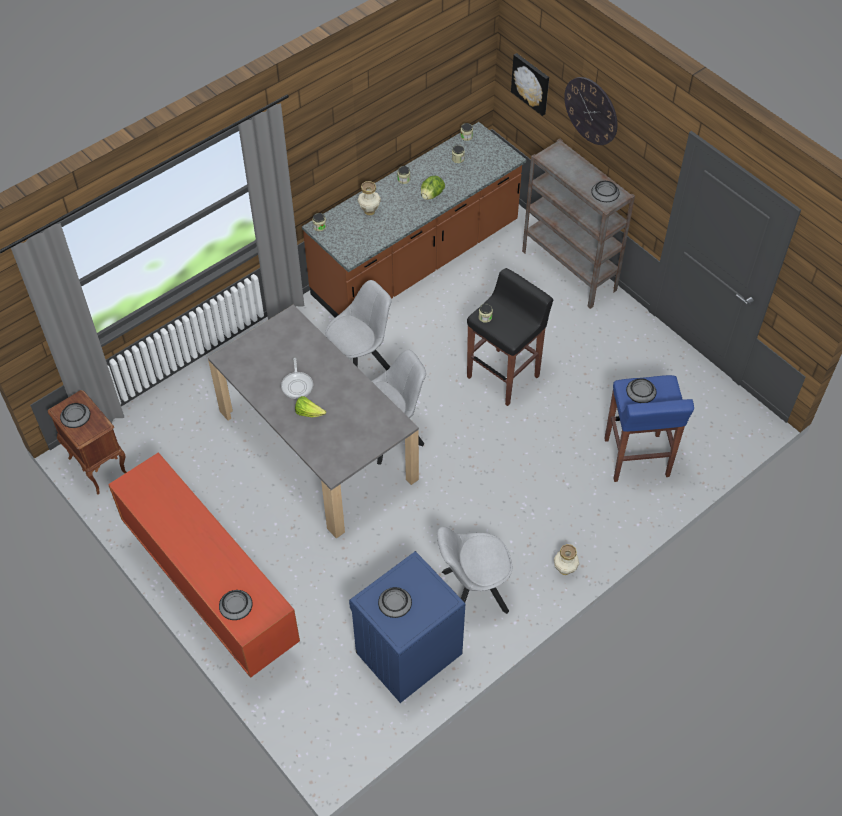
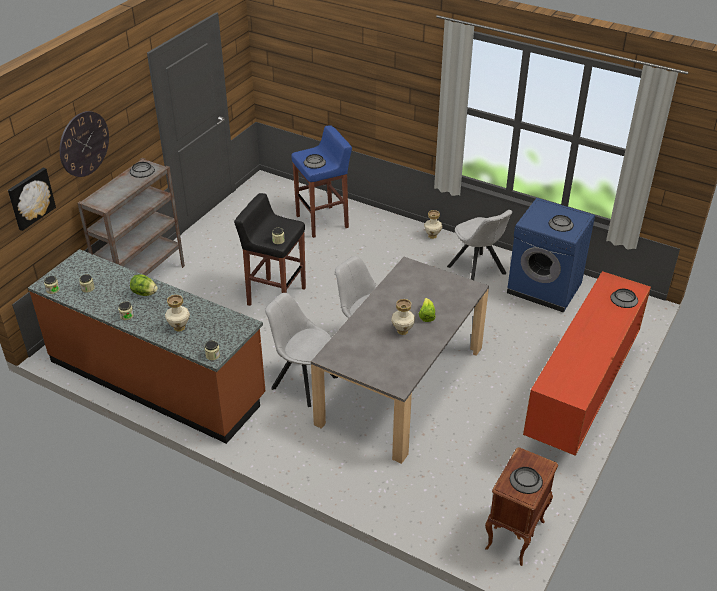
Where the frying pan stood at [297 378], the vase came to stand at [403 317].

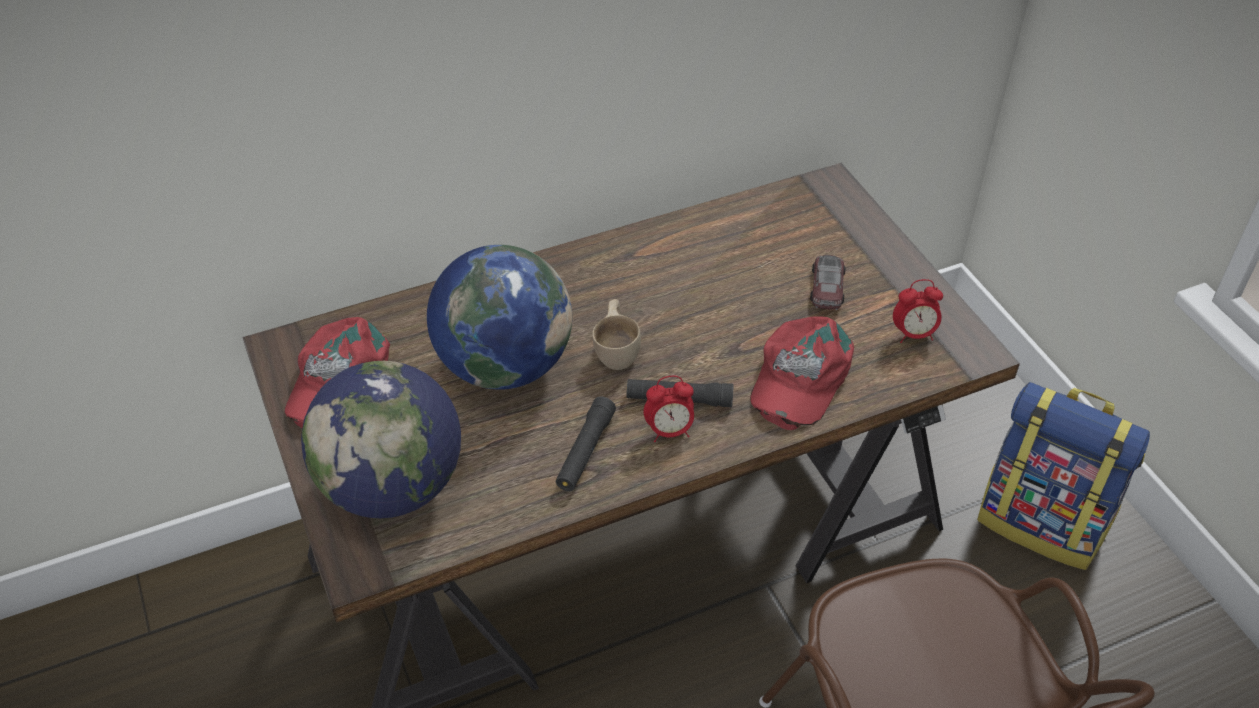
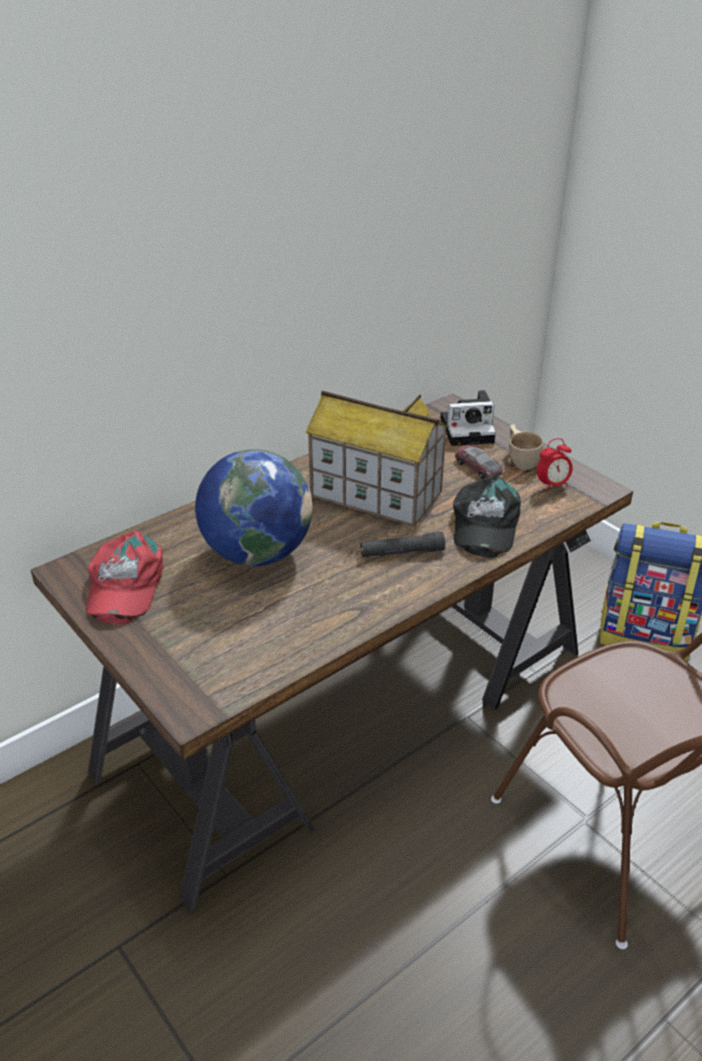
The second view gained the toy house at [377 459].
The second view gained the still camera at [468 418].
What was the reddish peaked cap at [802 373] turned into the black peaked cap at [487 517].
The model car at [827 282] ended up facing another way, 150 degrees clockwise from before.
The beige cup ended up elsewhere, having gone from [616 334] to [526 447].
The second view lost the desk globe at [381 439].
The second view lost the black torch at [586 444].
The second view lost the bedside clock at [668 409].

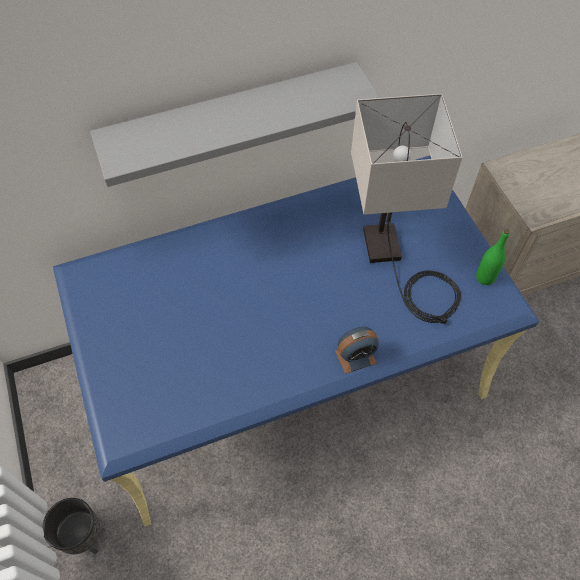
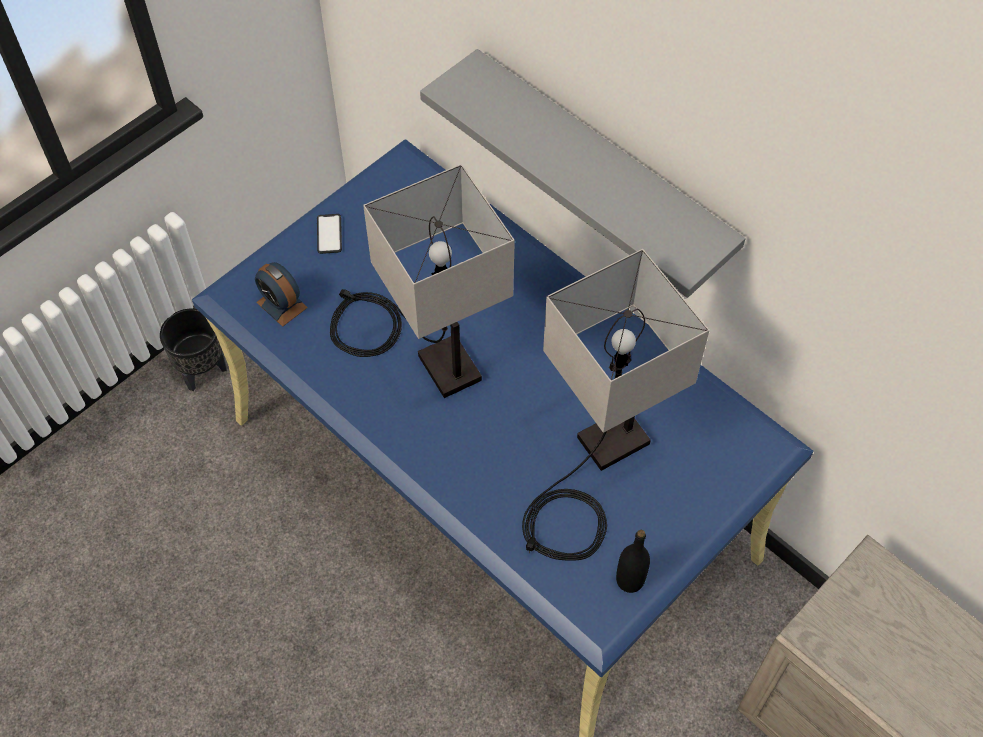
The bedside clock ended up elsewhere, having gone from [357 350] to [281 294].
The second view gained the phone at [329 234].
The second view gained the lamp for a table at [422 281].
What was the green-coloured bottle at [493 257] turned into the black bottle at [633 561].

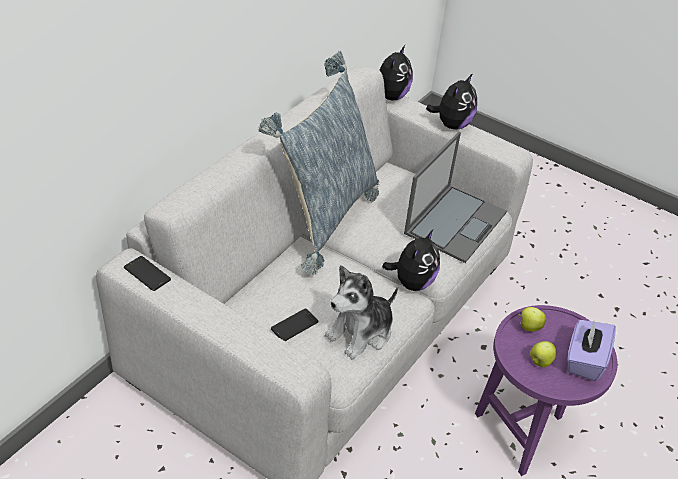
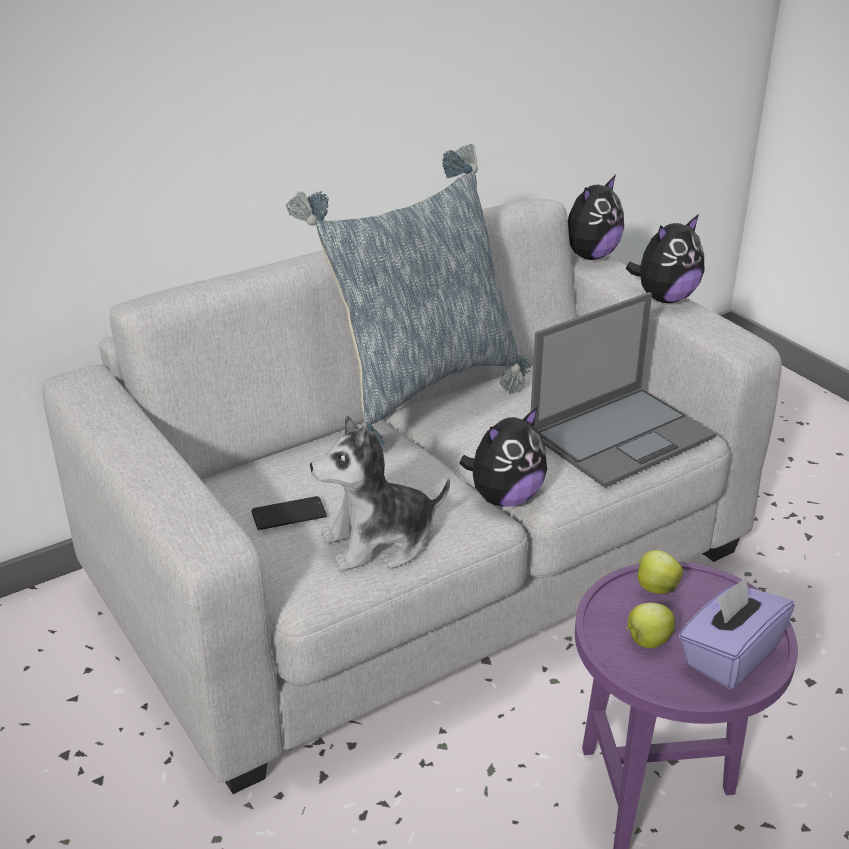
The second view lost the phone at [147 273].

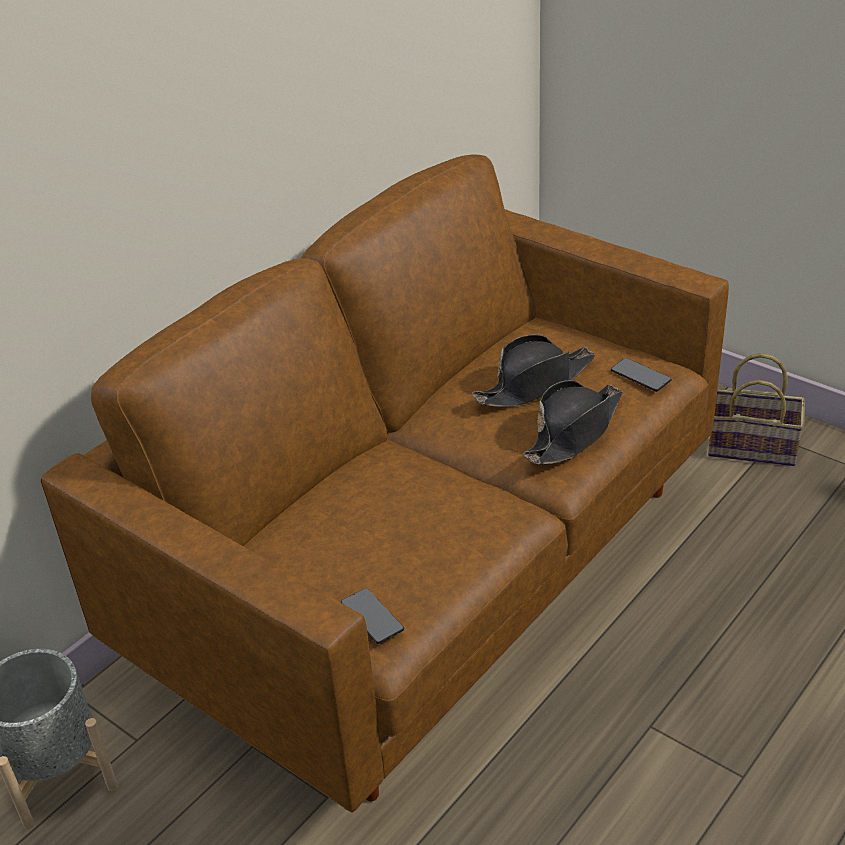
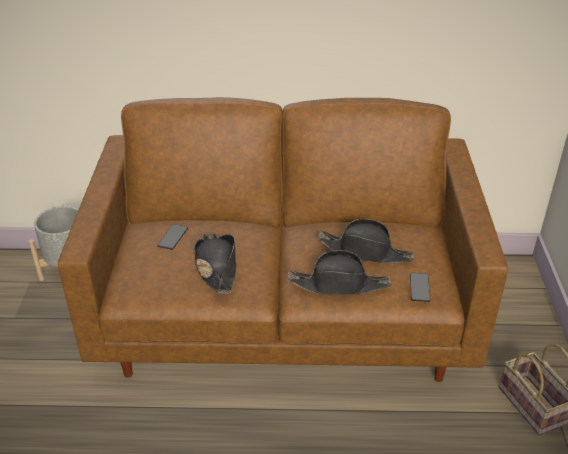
The phone ended up elsewhere, having gone from [372 616] to [173 237].
The second view gained the black clothing hat at [215 263].

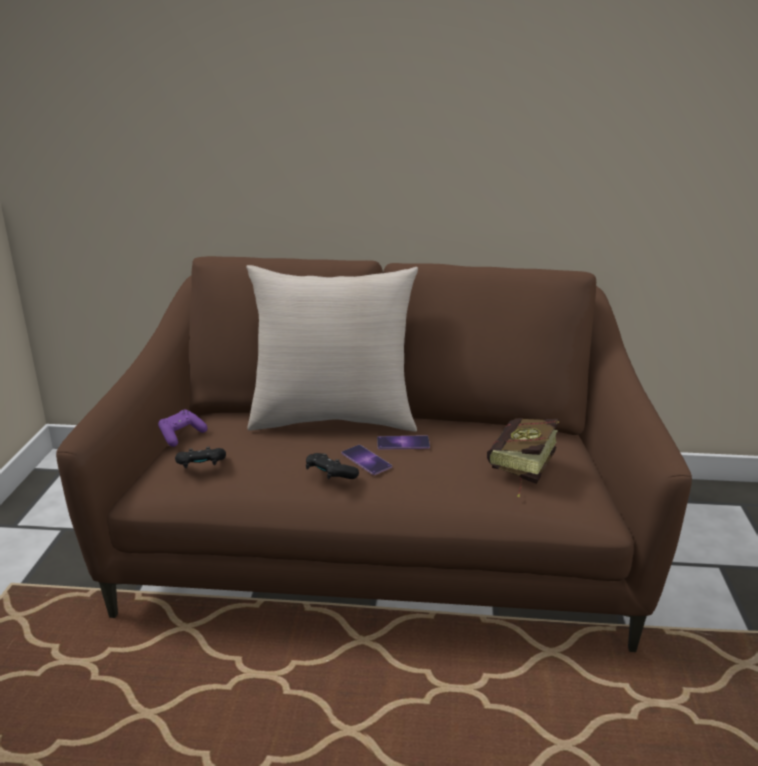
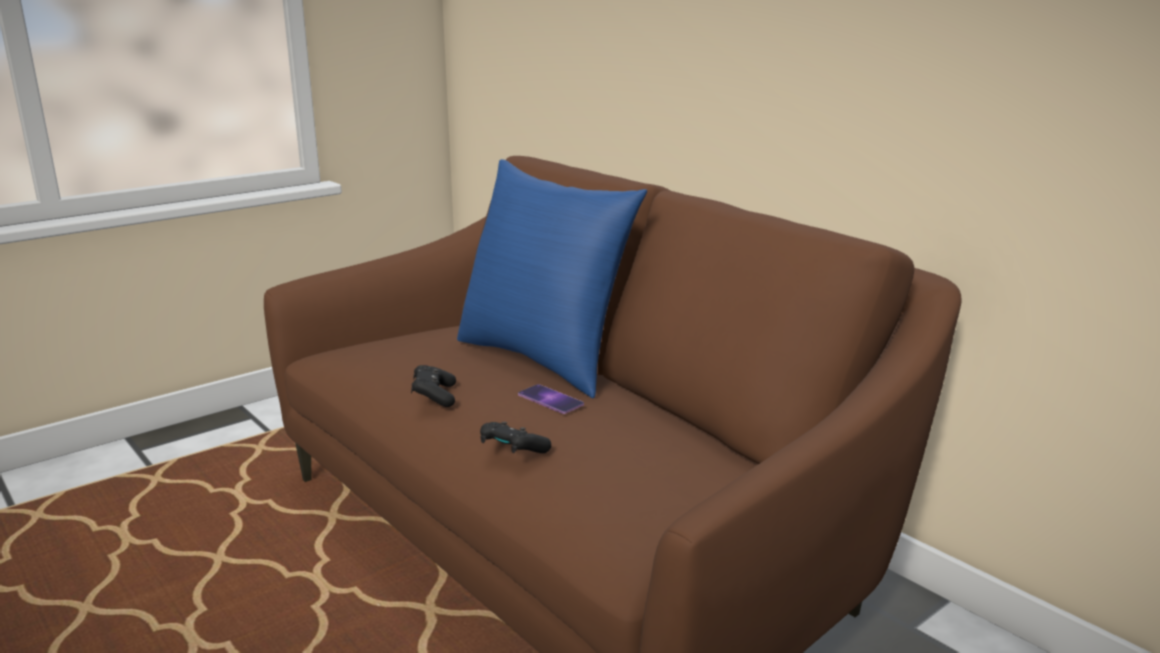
What was the beige cushion at [332 348] turned into the bluish cushion at [552 278].
The black gamepad ended up elsewhere, having gone from [200 457] to [515 437].
The second view lost the purple gamepad at [183 428].
The second view lost the phone at [367 460].
The second view lost the volume at [523 458].

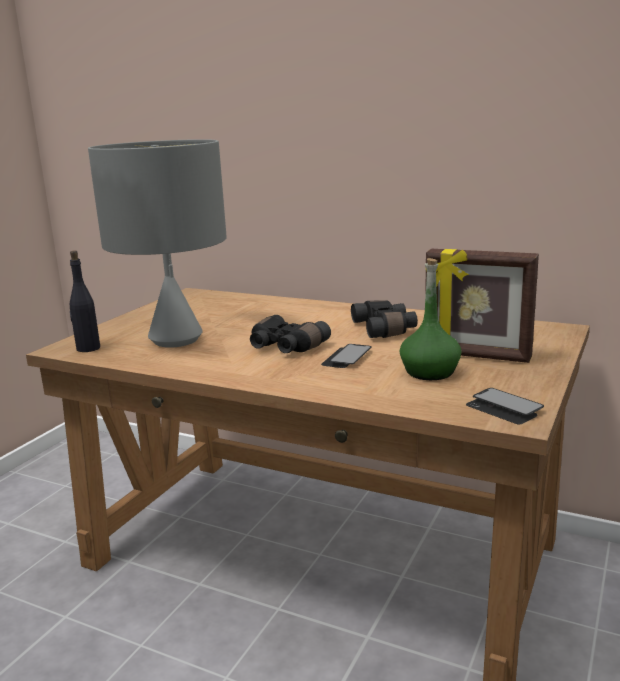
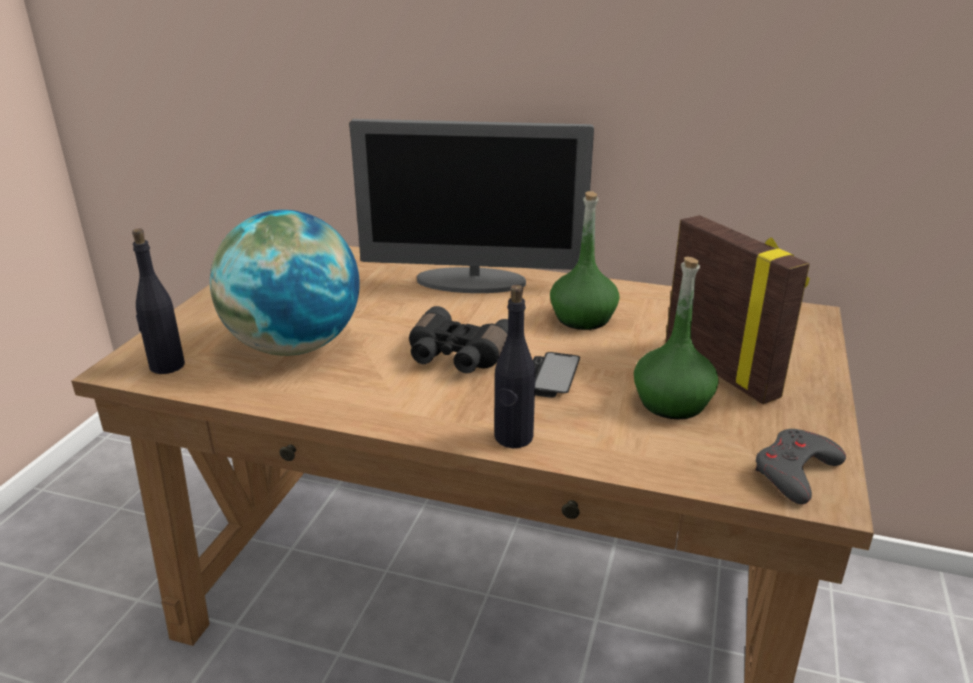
Where the grey lamp for a table stood at [157 243], the desk globe came to stand at [285 283].
The second view gained the monitor at [471 206].
The second view gained the black bottle at [515 366].
Where the black pair of binoculars stood at [384 319], the green-coloured bottle came to stand at [584 260].
The standing frame at [482 306] ended up facing another way, 135 degrees counterclockwise from before.
Where the phone stood at [505 406], the grey gamepad came to stand at [800 466].

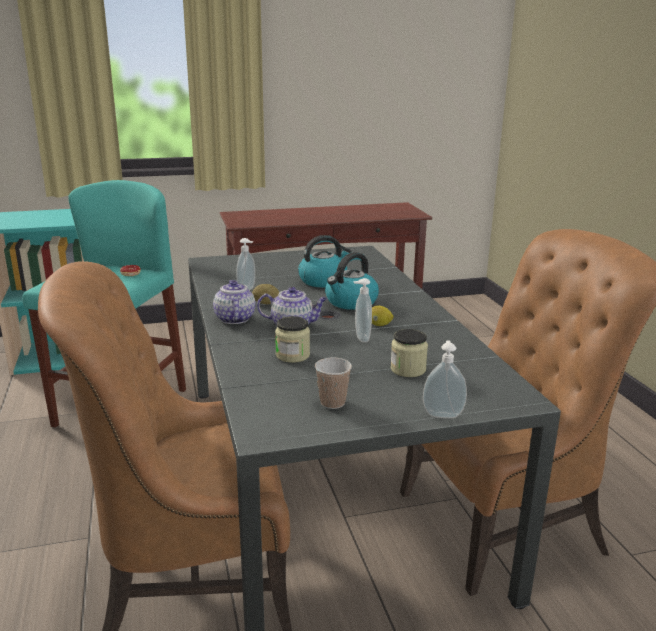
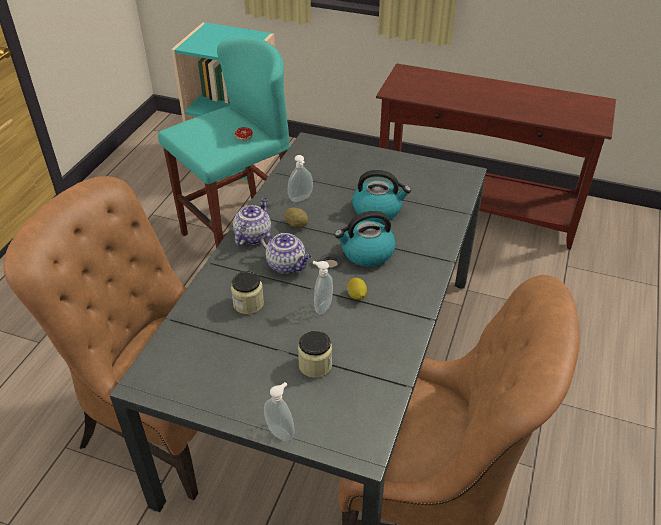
The second view lost the cup at [333 383].

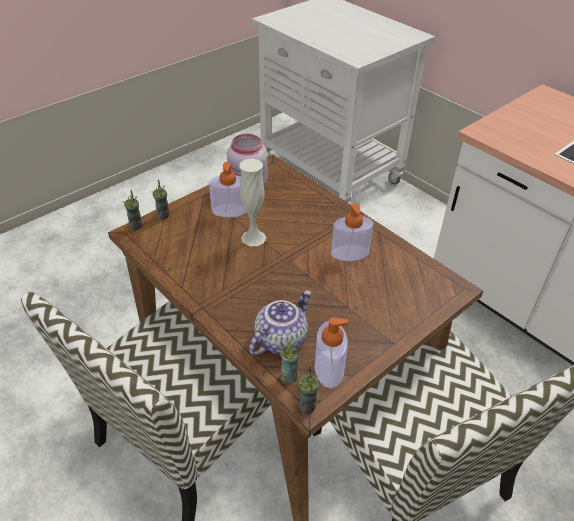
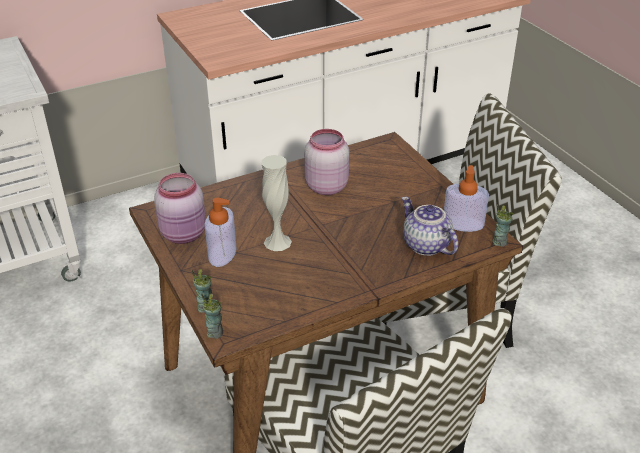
Where the soap dispenser stood at [352 232], the pink jar came to stand at [326 162].
The second view lost the cup at [289 362].

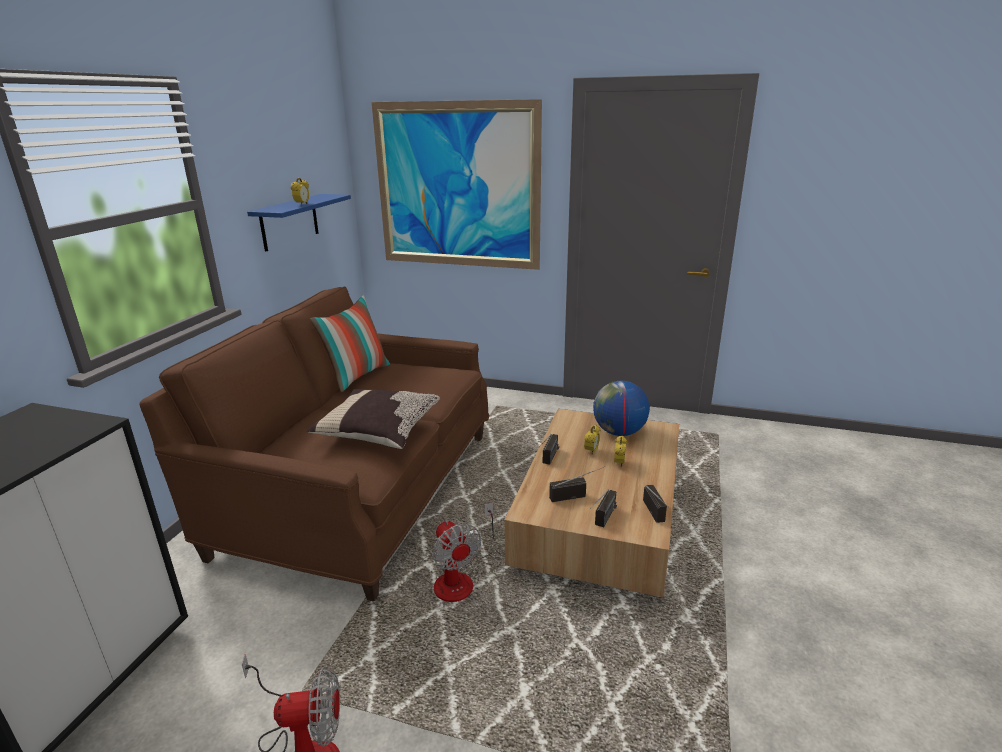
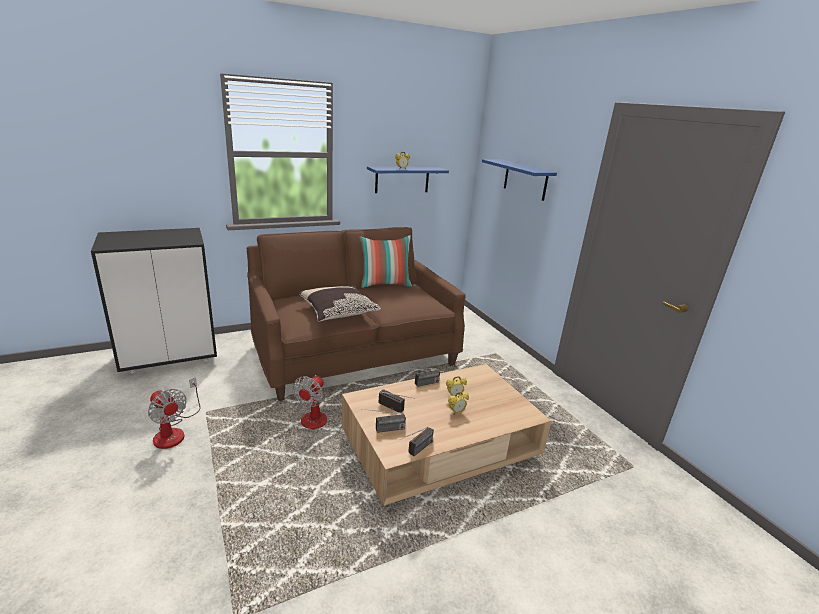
Where the wall art hung at [457 184], the bluish wall shelf came to hang at [519 180].
The second view lost the desk globe at [621 408].

